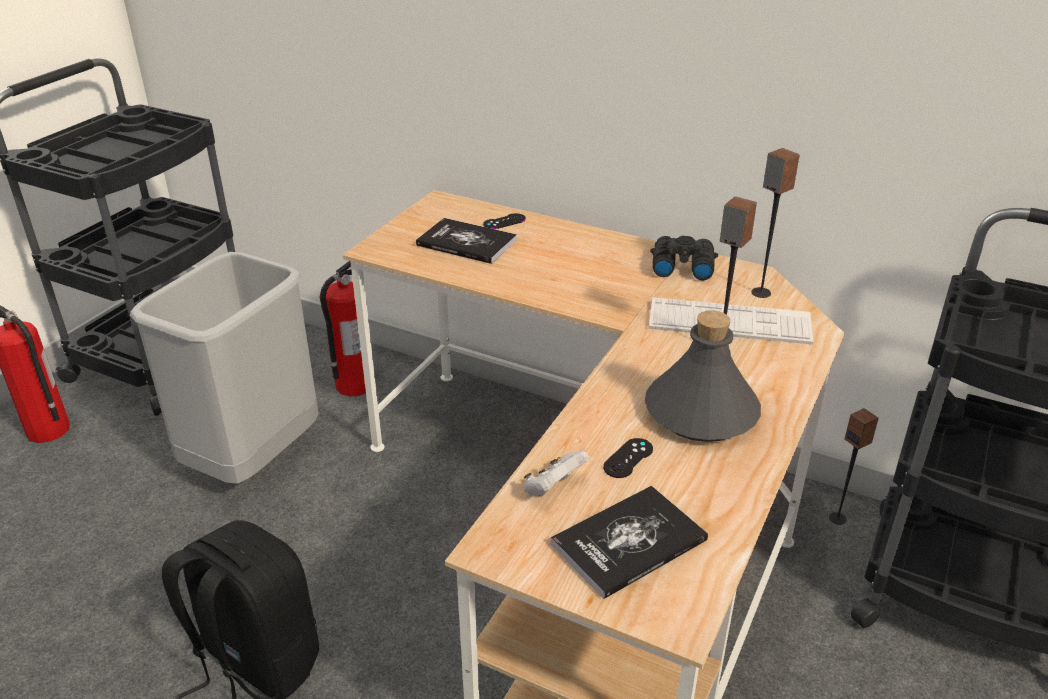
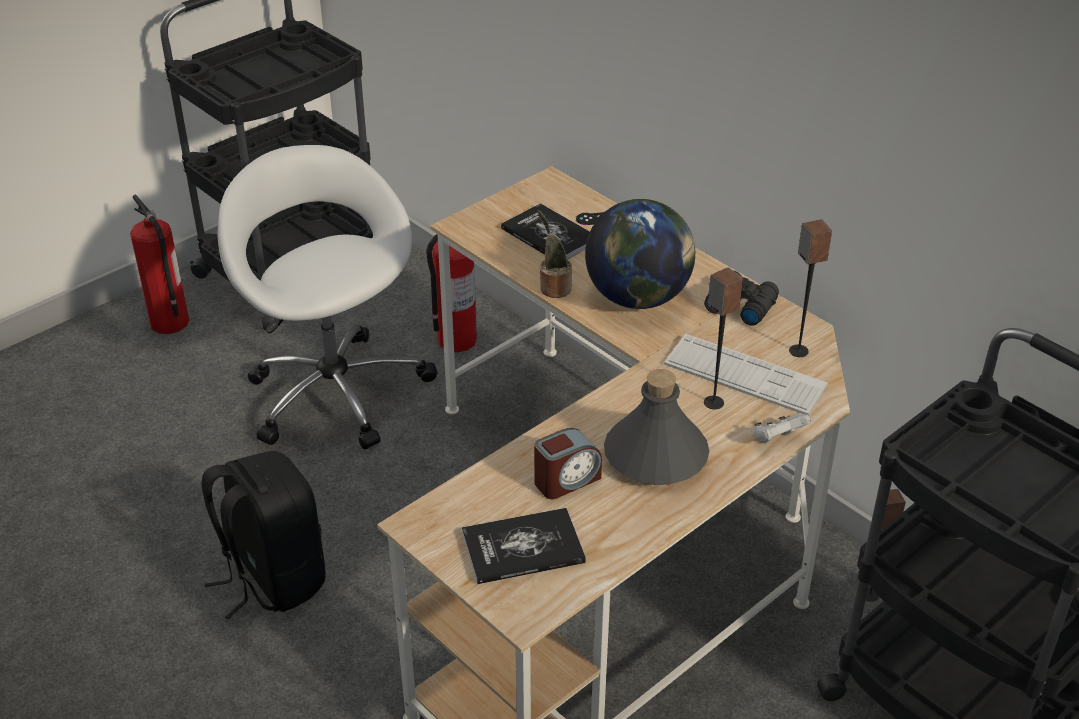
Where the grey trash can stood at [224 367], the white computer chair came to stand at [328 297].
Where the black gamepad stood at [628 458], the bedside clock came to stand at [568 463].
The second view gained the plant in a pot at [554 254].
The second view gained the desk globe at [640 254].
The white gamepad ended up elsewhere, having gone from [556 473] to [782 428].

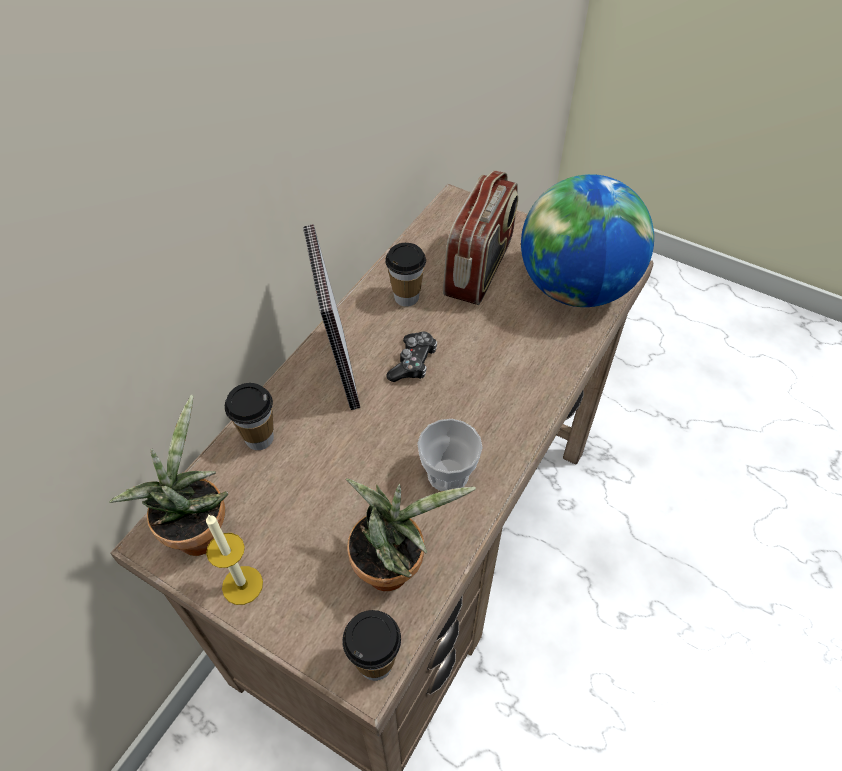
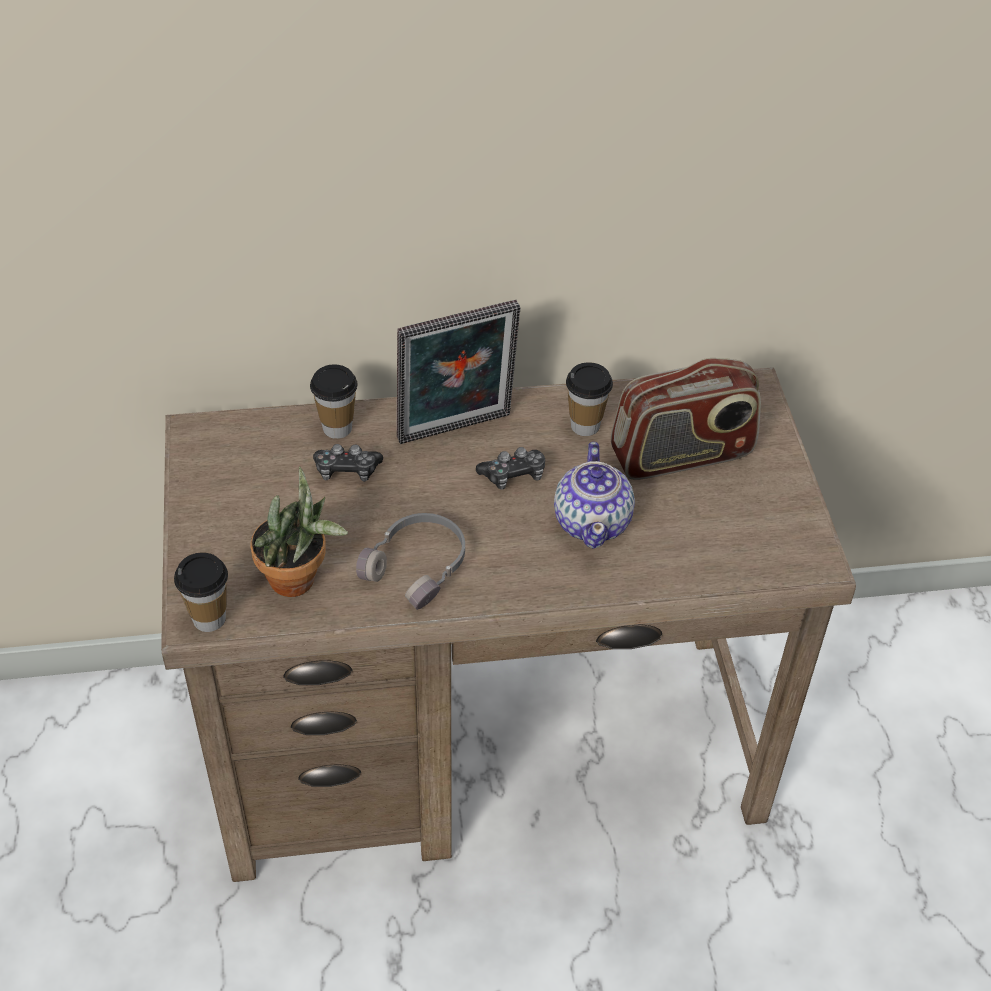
The second view gained the gamepad at [348 463].
Where the cup stood at [450 455], the grey headset came to stand at [410 561].
The standing frame at [331 317] ended up facing another way, 150 degrees counterclockwise from before.
The second view gained the tea pot at [594 495].
The second view lost the plant in a pot at [168 475].
The second view lost the candle at [234 559].
The second view lost the desk globe at [587 240].

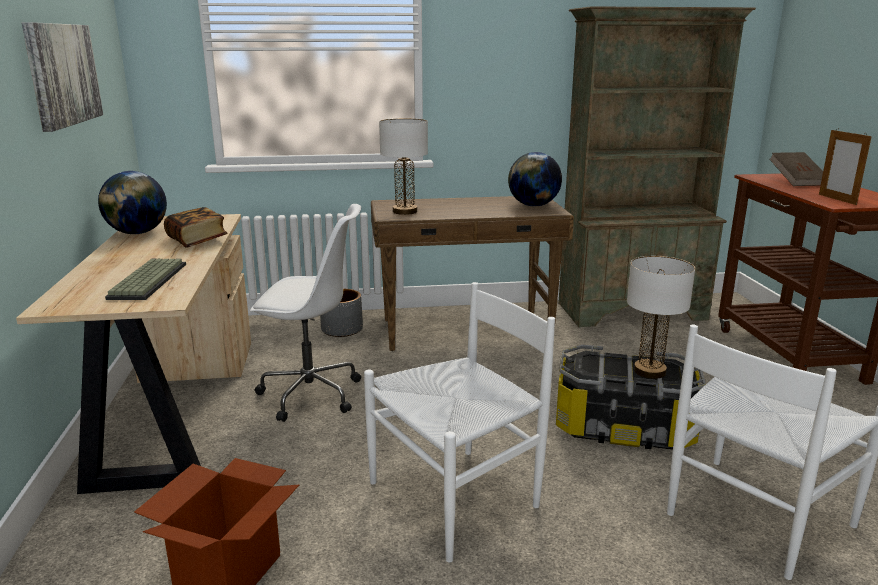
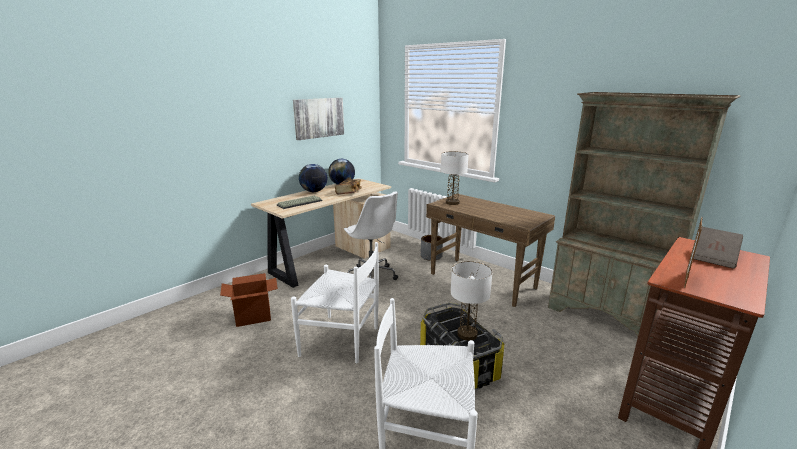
The desk globe ended up elsewhere, having gone from [535 179] to [313 178].

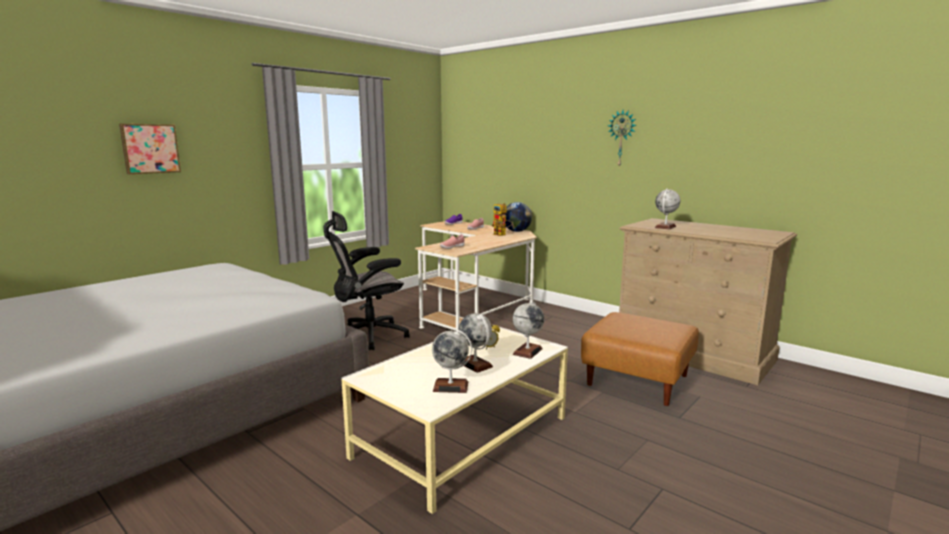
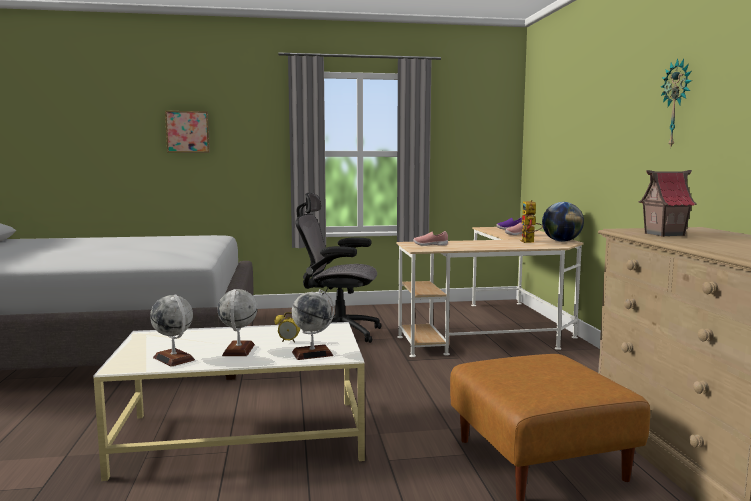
Where the desk globe stood at [667 208], the toy house came to stand at [667 203].

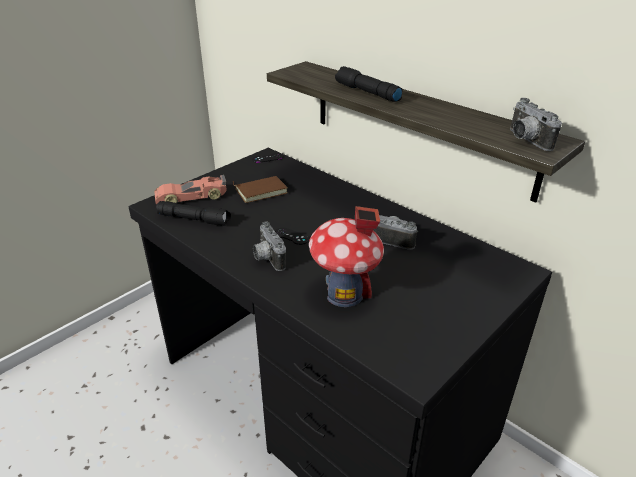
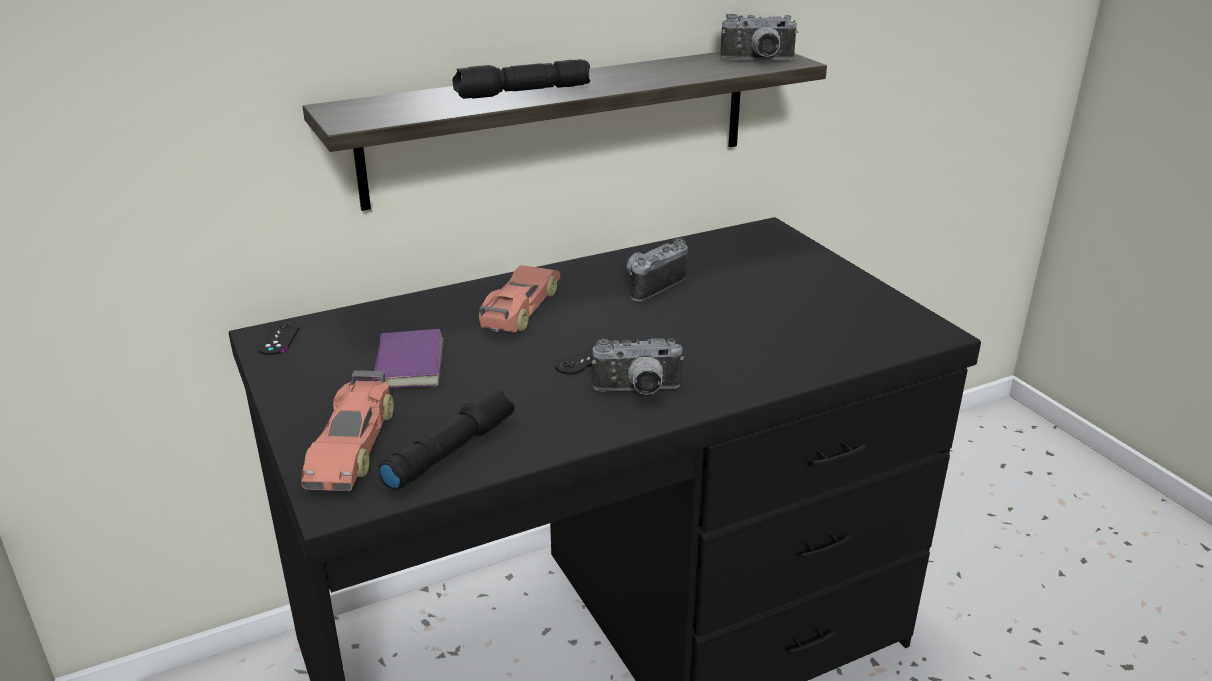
What was the brown volume at [260 189] turned into the purple volume at [397 358].
The second view gained the model car at [519 298].
The second view lost the toy house at [346 256].

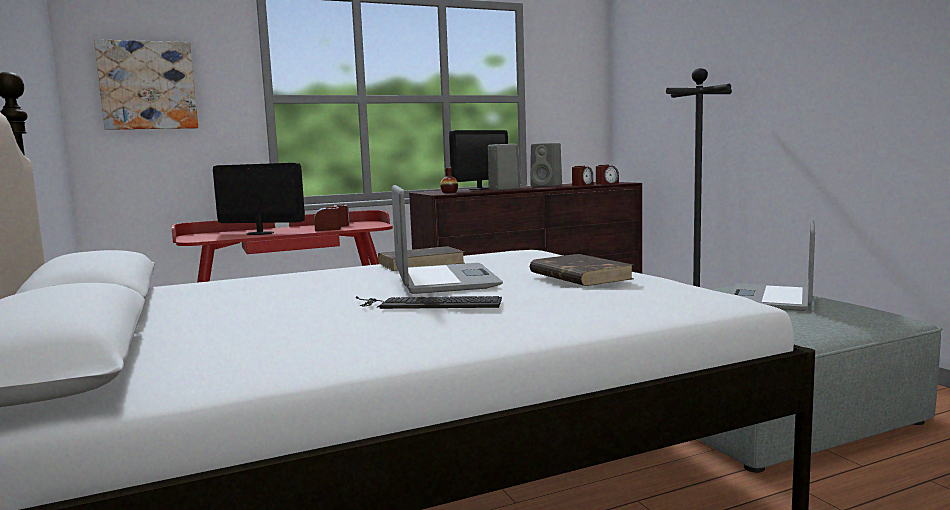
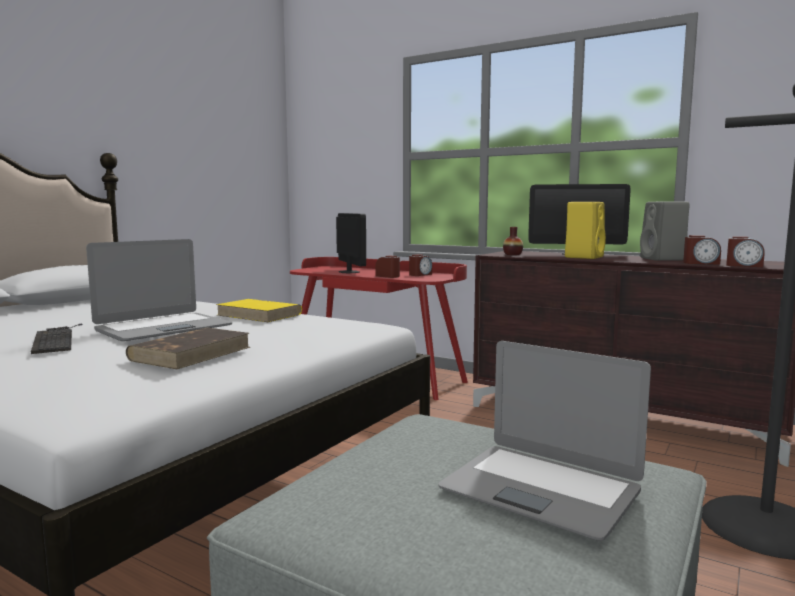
What was the brown volume at [421 258] turned into the yellow-coloured volume at [259 310].
The laptop at [773 265] ended up facing another way, 135 degrees counterclockwise from before.
What was the grey audio speaker at [504 167] turned into the yellow-coloured audio speaker at [585 230].
The second view lost the wall art at [146 84].

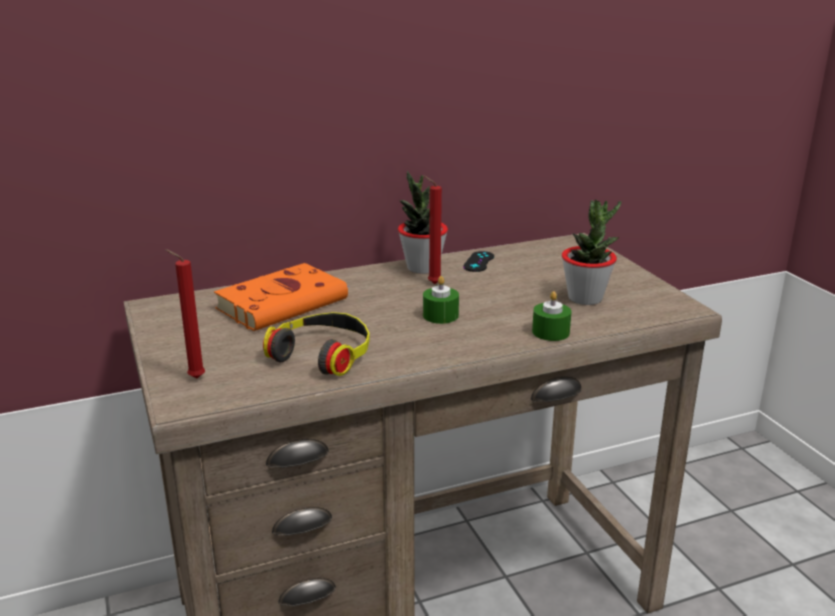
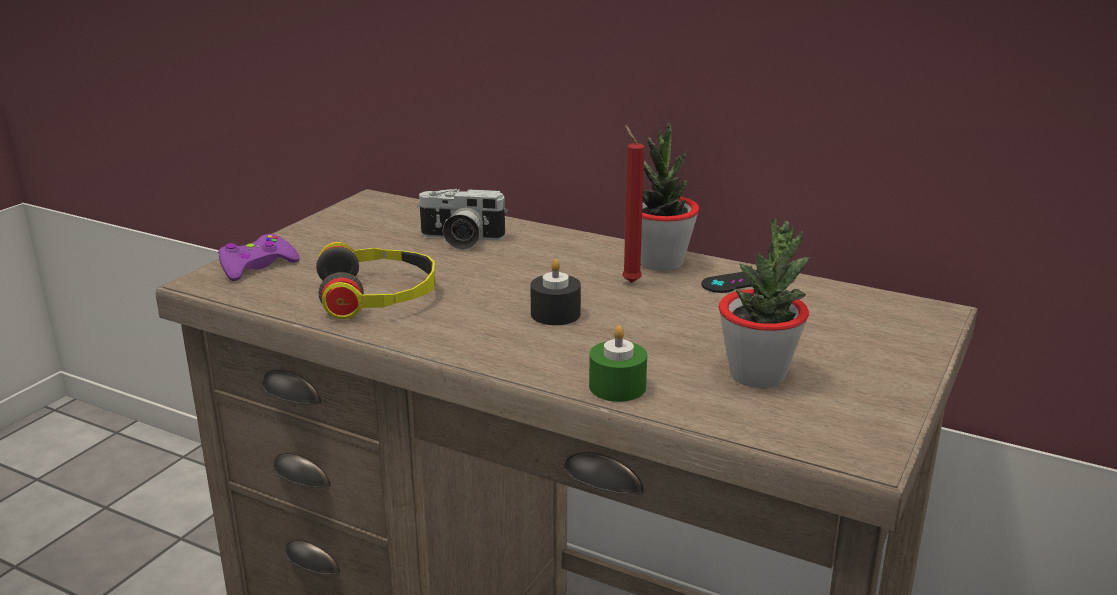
Where the reddish candle stood at [185 313], the purple gamepad came to stand at [259 257].
Where the orange-coloured volume stood at [281 297], the still camera came to stand at [462 219].
What was the green-coloured candle at [441 300] turned into the black candle at [555 292].

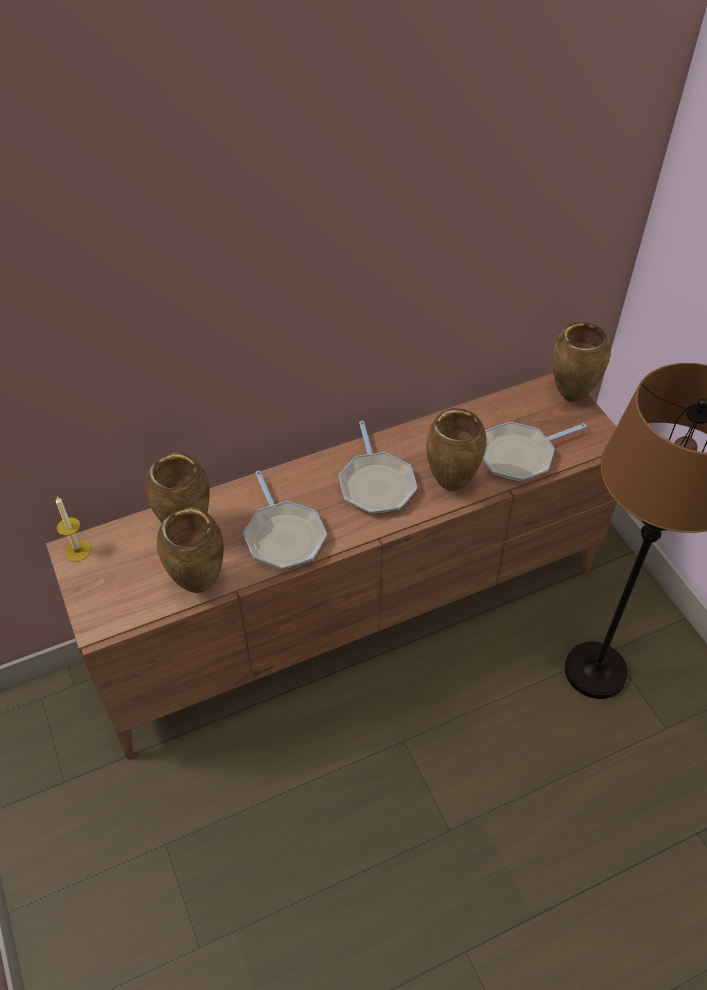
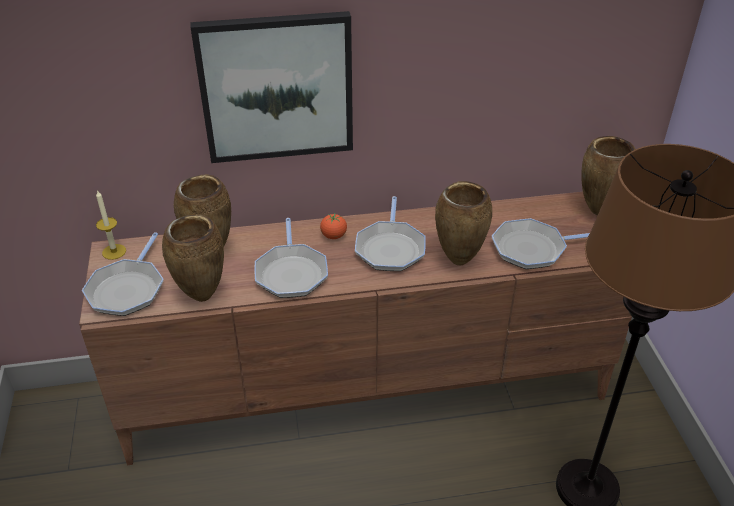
The second view gained the frying pan at [123 274].
The second view gained the wall art at [272 87].
The second view gained the fresh tomato at [333 226].

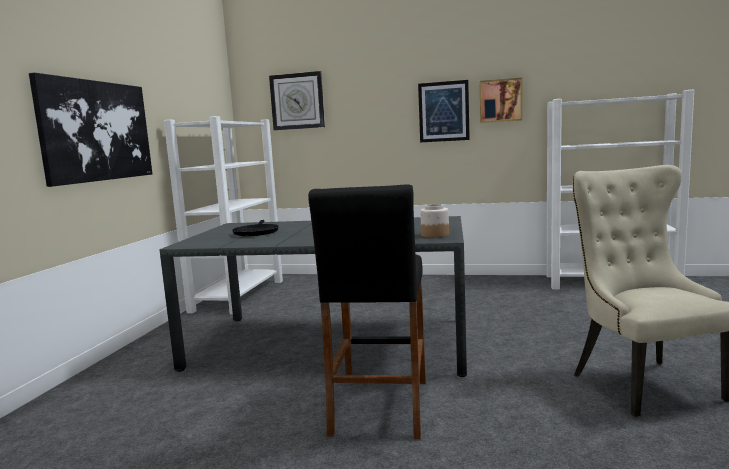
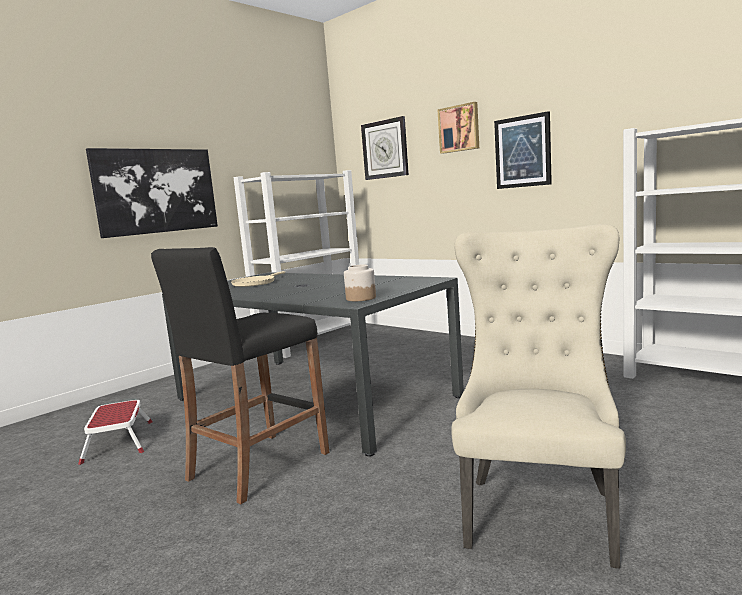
The second view gained the reddish stepladder at [115 432].
What was the black frying pan at [255 228] turned into the beige frying pan at [258 279].
The wall art ended up elsewhere, having gone from [501 100] to [458 128].

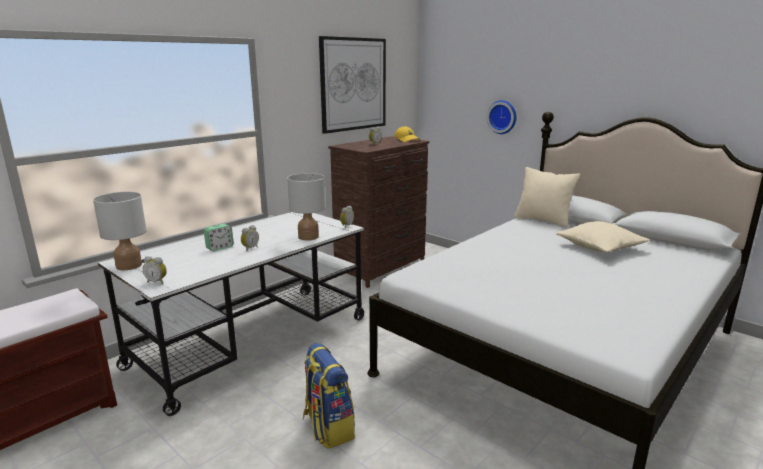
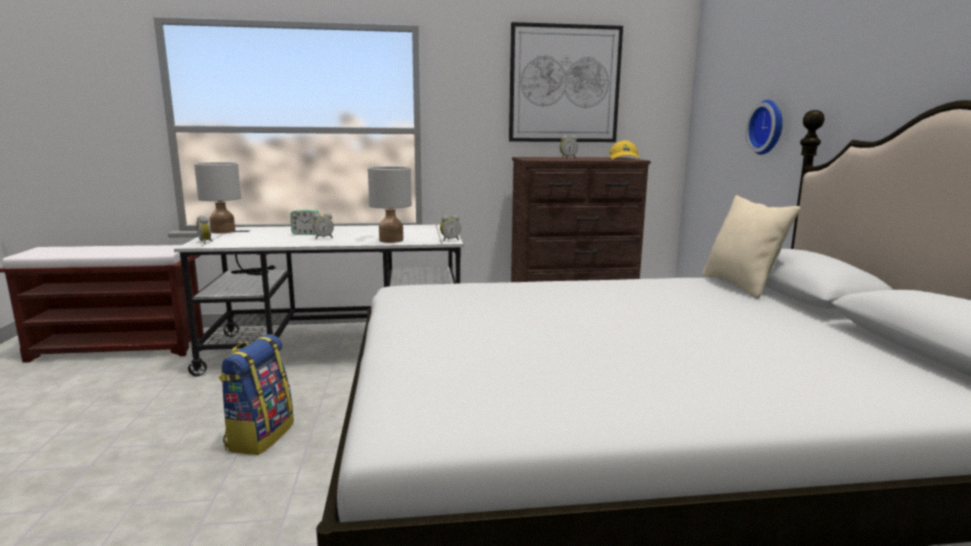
The second view lost the beige cushion at [603 236].

